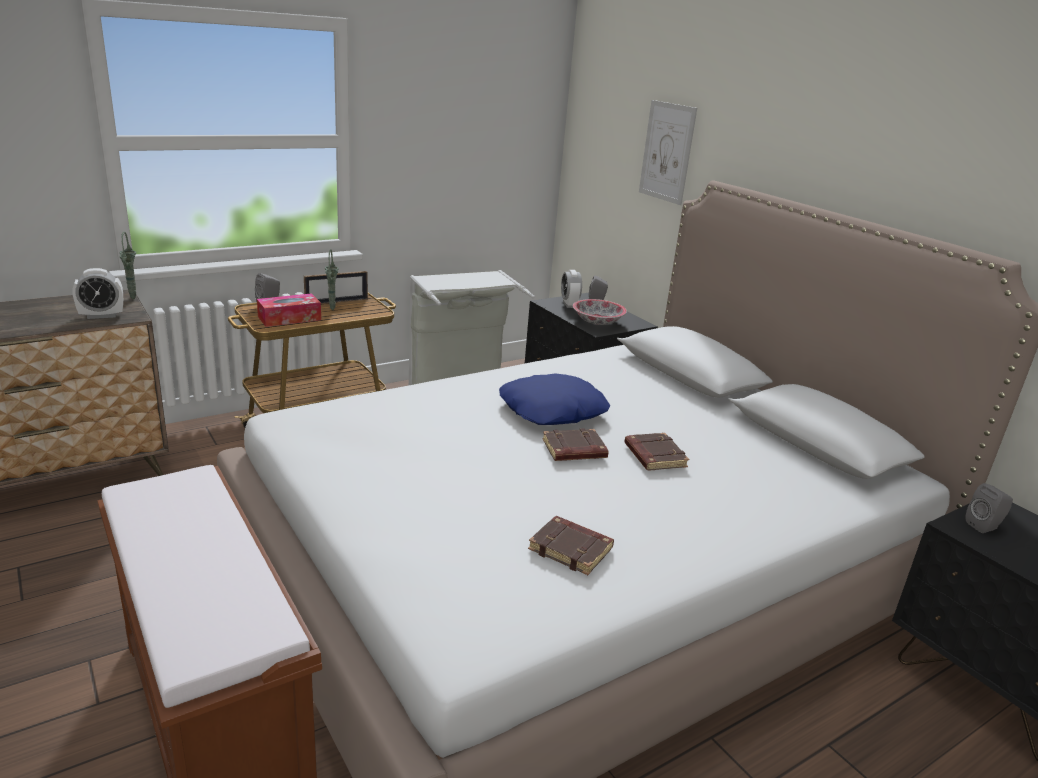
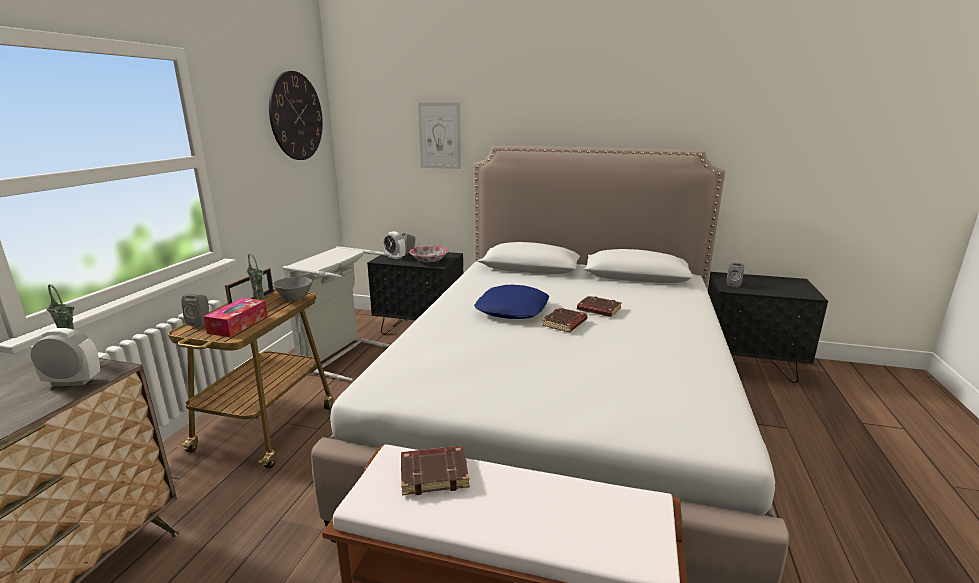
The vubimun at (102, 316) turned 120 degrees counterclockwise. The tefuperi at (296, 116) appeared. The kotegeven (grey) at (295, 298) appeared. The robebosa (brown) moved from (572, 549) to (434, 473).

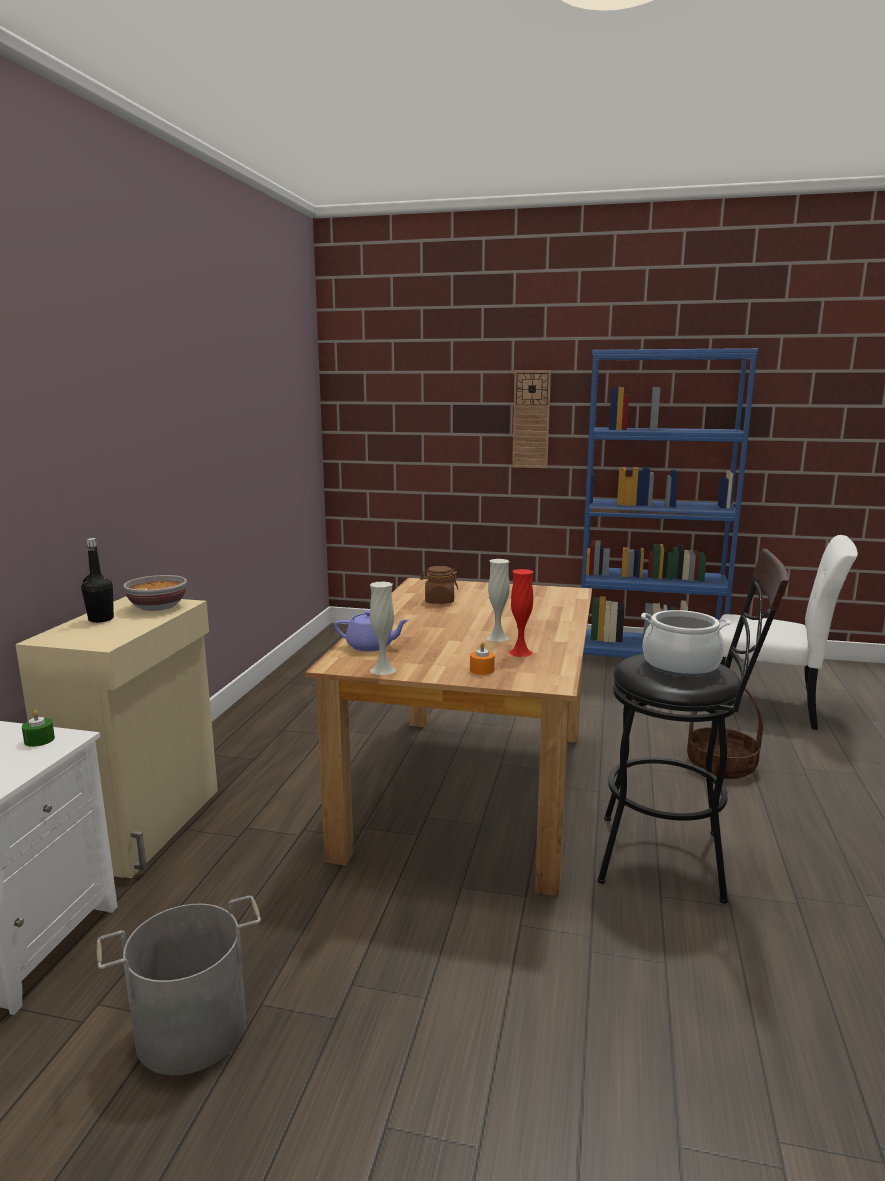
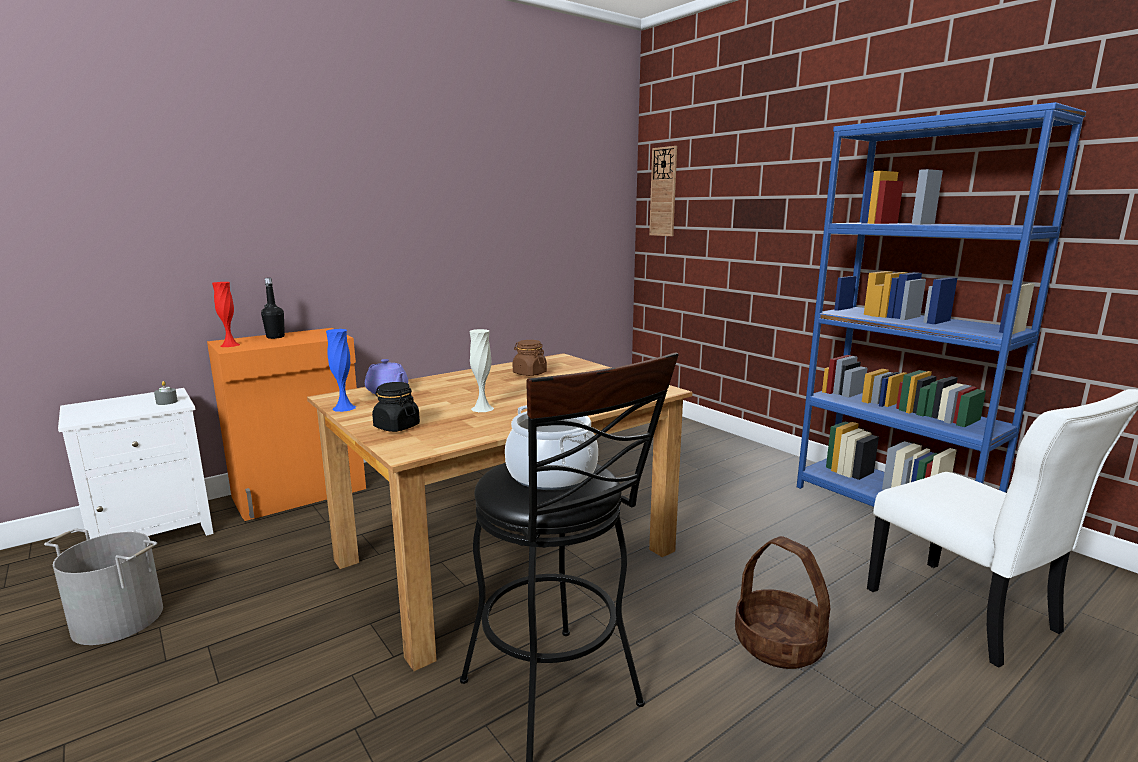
The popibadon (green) at (39, 740) became the popibadon (grey) at (167, 402). The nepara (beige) at (144, 825) became the nepara (orange) at (301, 493). The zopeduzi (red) moved from (520, 652) to (230, 345). The zopeduzi (white) at (383, 670) became the zopeduzi (blue) at (344, 408). The popibadon (orange) at (482, 670) was replaced by the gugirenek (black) at (396, 427). The tefuperi moved from (531, 419) to (663, 192). The kotegeven at (158, 607) disappeared.

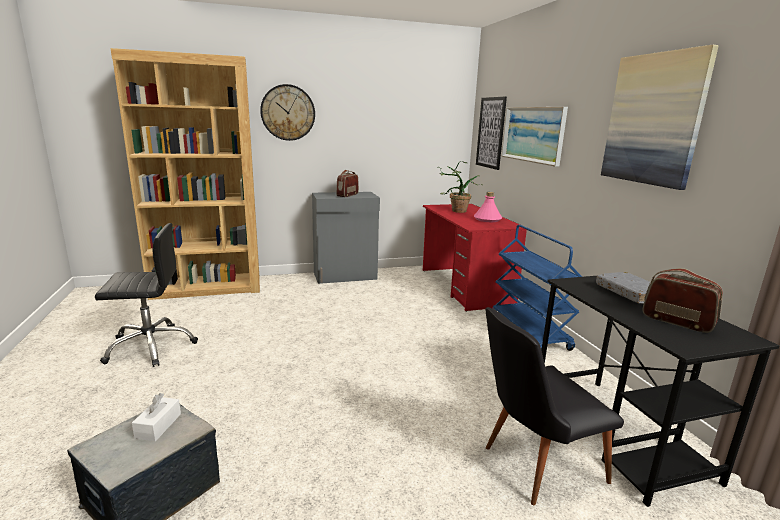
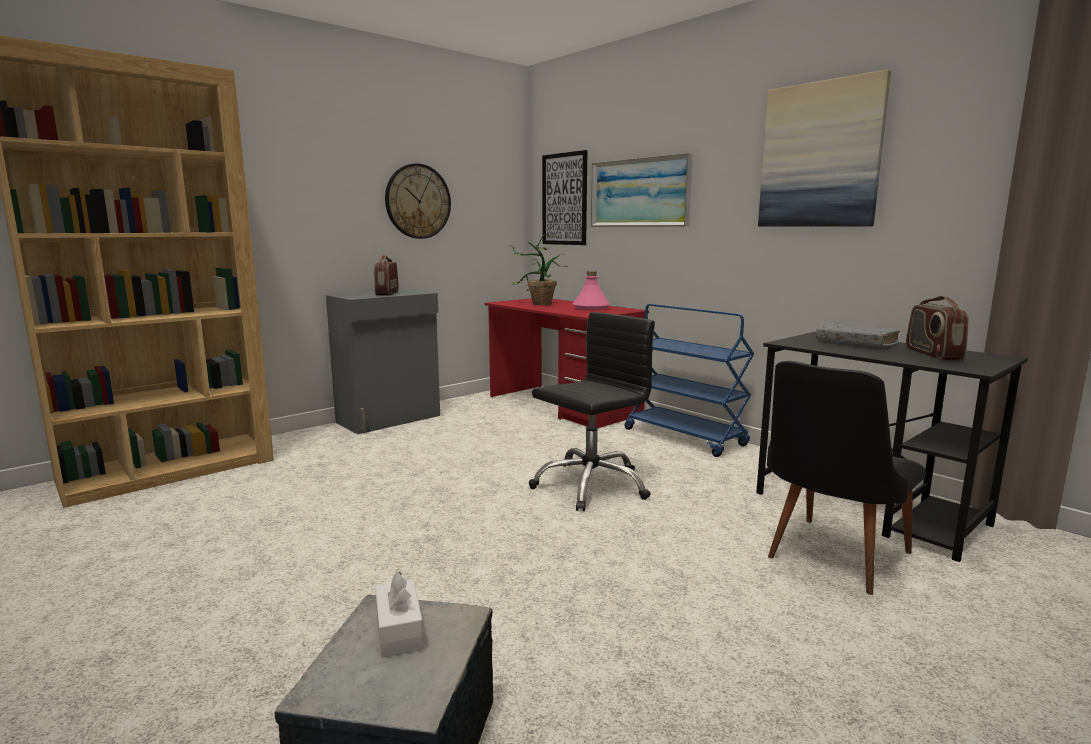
The tefuperi moved from (288, 112) to (418, 201). The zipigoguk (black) moved from (151, 346) to (590, 485). The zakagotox at (677, 321) turned 105 degrees counterclockwise.

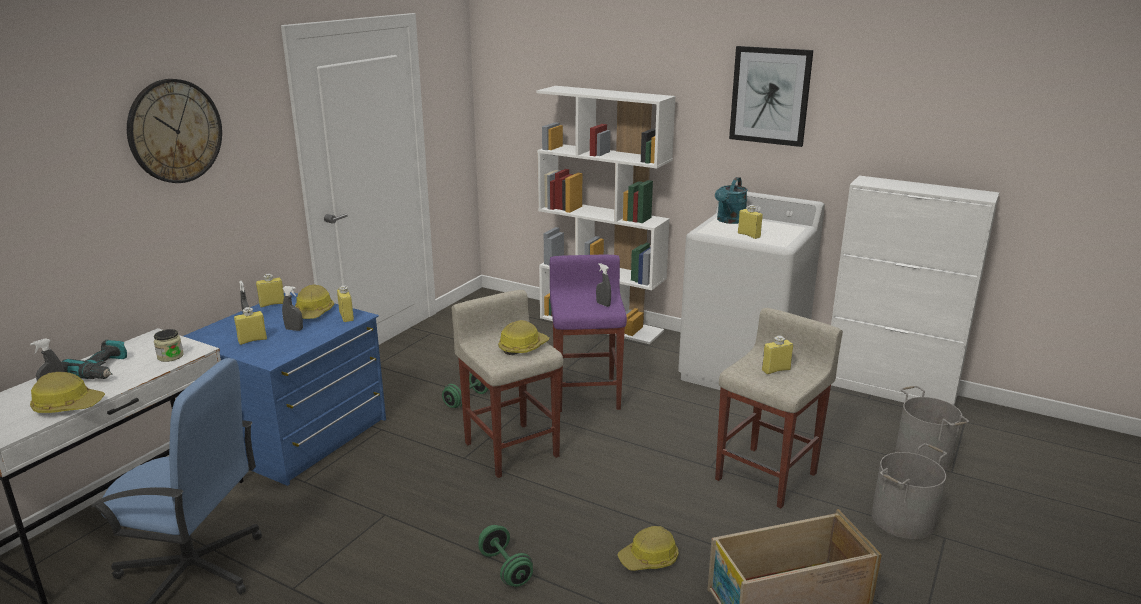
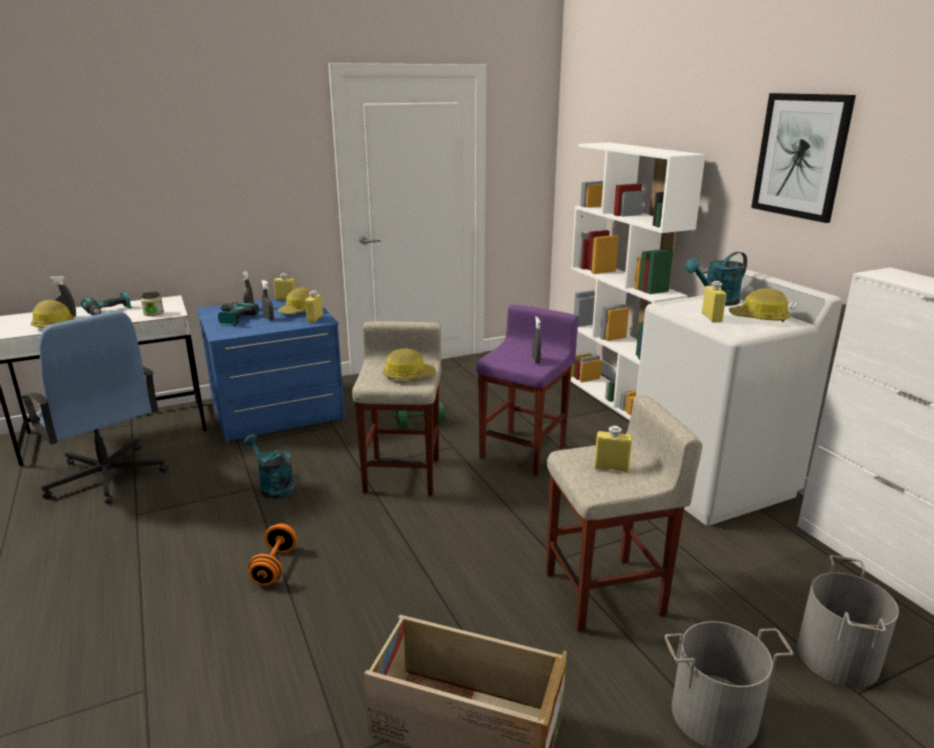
The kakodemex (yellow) at (252, 340) was replaced by the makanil at (233, 319). The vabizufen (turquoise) at (273, 486) appeared. The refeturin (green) at (505, 568) became the refeturin (orange) at (274, 567). The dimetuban moved from (649, 559) to (759, 319). The tefuperi at (175, 131) disappeared.

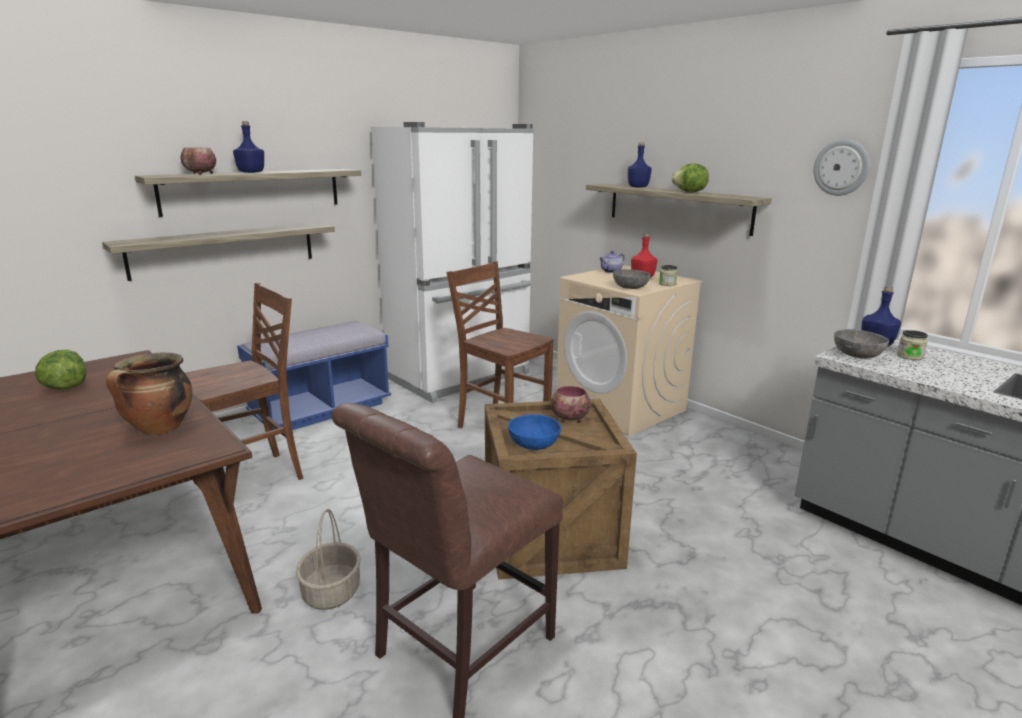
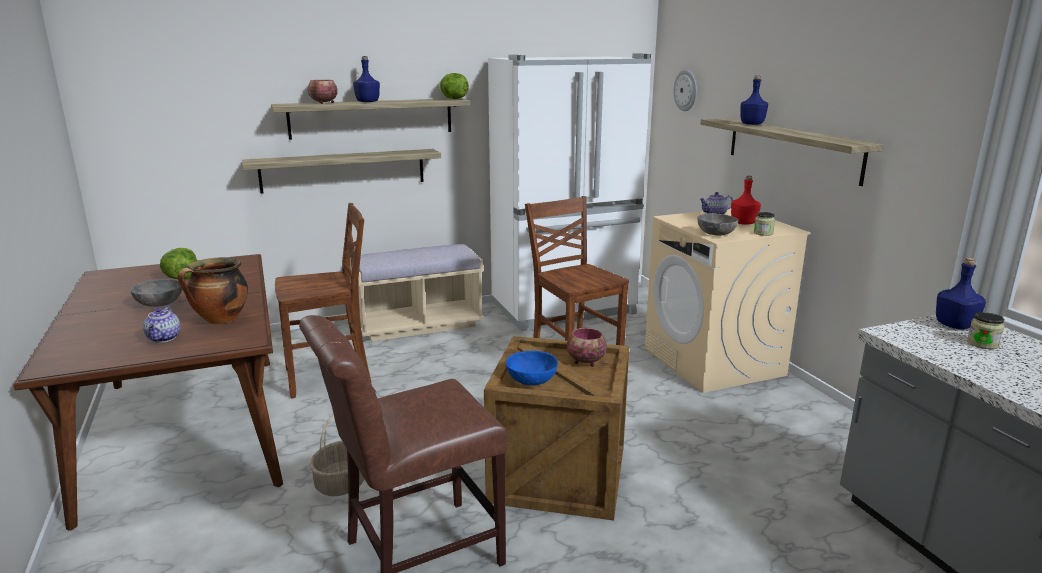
The kotegeven (grey) moved from (857, 355) to (159, 303). The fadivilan at (165, 338) appeared. The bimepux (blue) at (321, 410) became the bimepux (beige) at (419, 325). The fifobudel moved from (690, 192) to (453, 99). The tefuperi moved from (841, 167) to (686, 90).

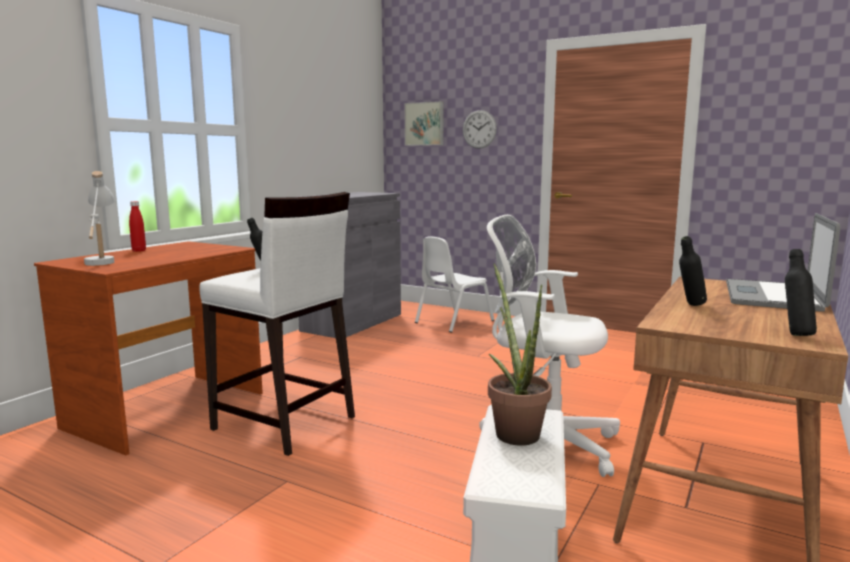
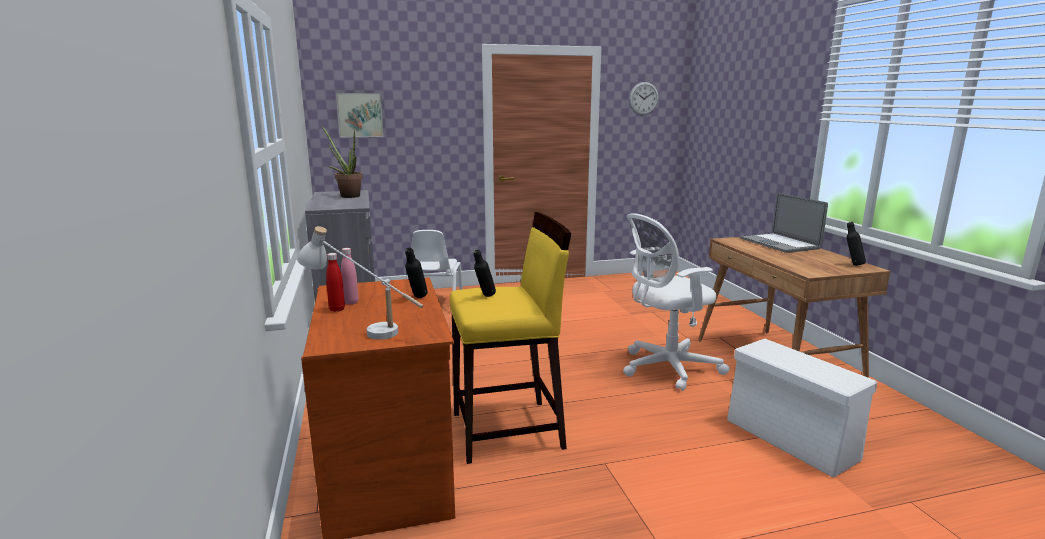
The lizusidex moved from (513, 431) to (347, 196). The kakodemex (pink) at (351, 302) appeared. The kakodemex (black) moved from (690, 305) to (417, 298). The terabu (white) at (284, 423) became the terabu (yellow) at (509, 431). The tefuperi moved from (479, 129) to (643, 98).

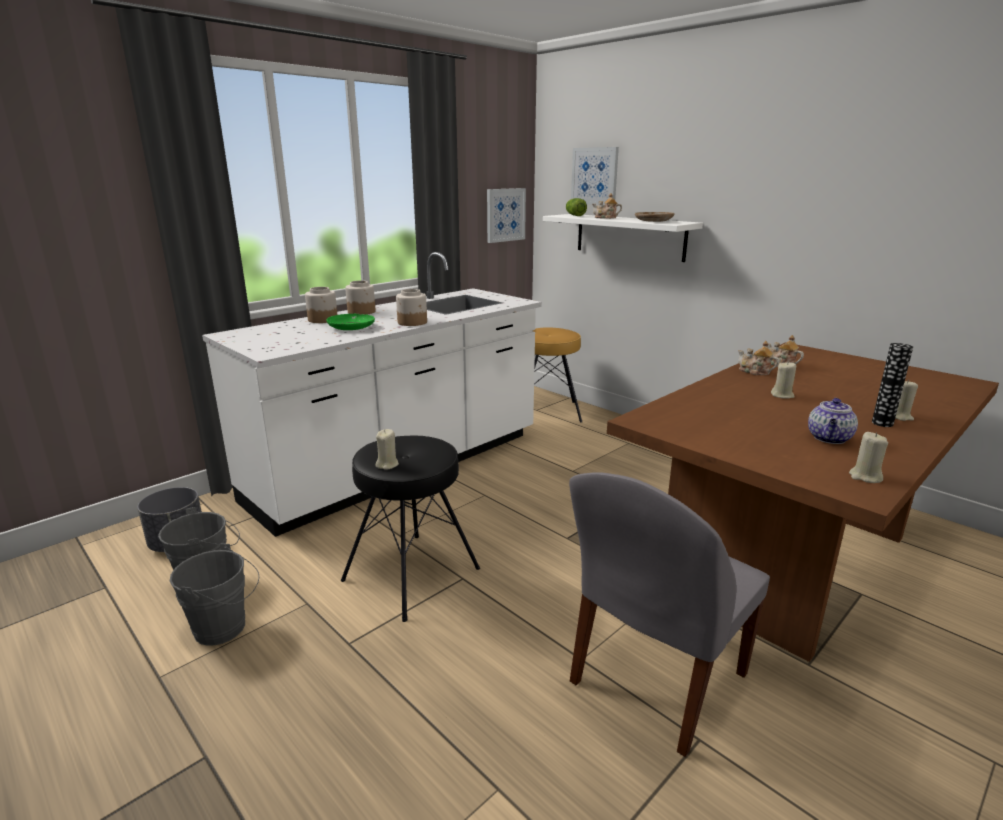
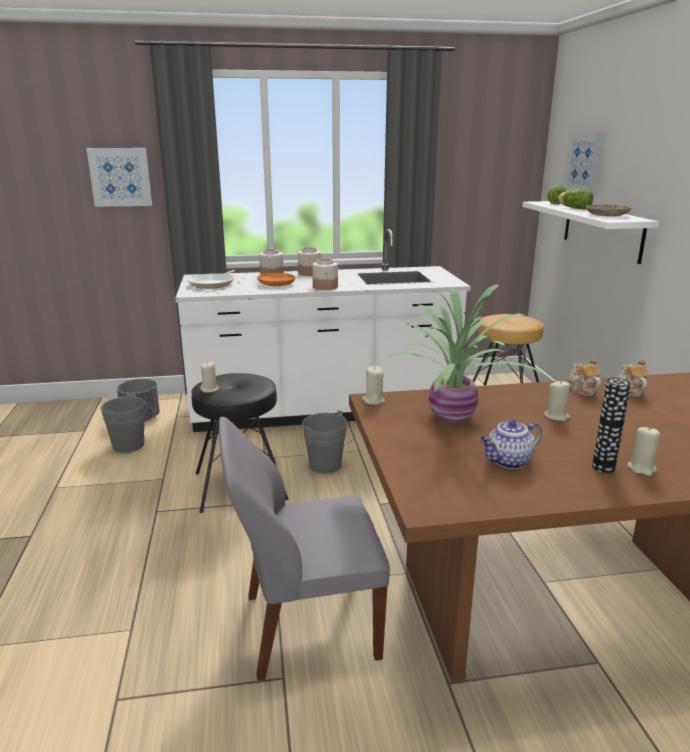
The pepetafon moved from (505, 215) to (120, 177). The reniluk at (213, 283) appeared. The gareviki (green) at (351, 327) became the gareviki (orange) at (276, 284). The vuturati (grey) moved from (225, 629) to (328, 466). The popibadon (beige) moved from (865, 477) to (373, 400). The lizusidex at (454, 417) appeared. The fadivilan at (606, 218) was replaced by the fifobudel at (573, 208).

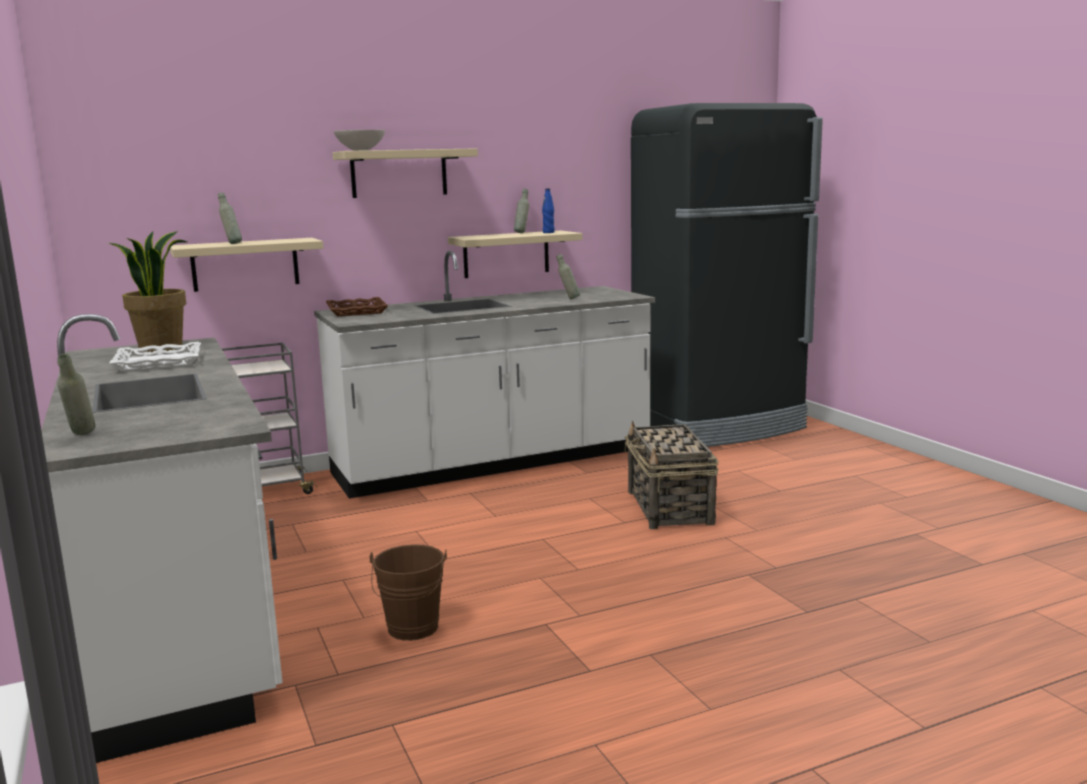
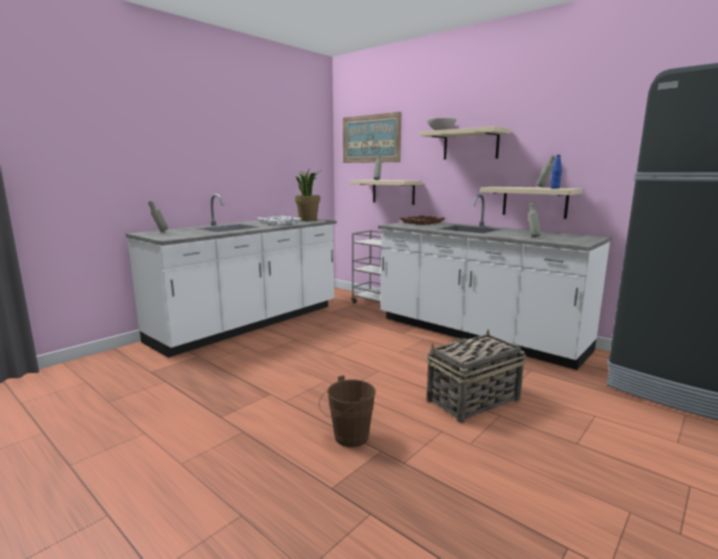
The vuturati (brown) moved from (412, 631) to (347, 438). The pepetafon at (370, 139) appeared.

